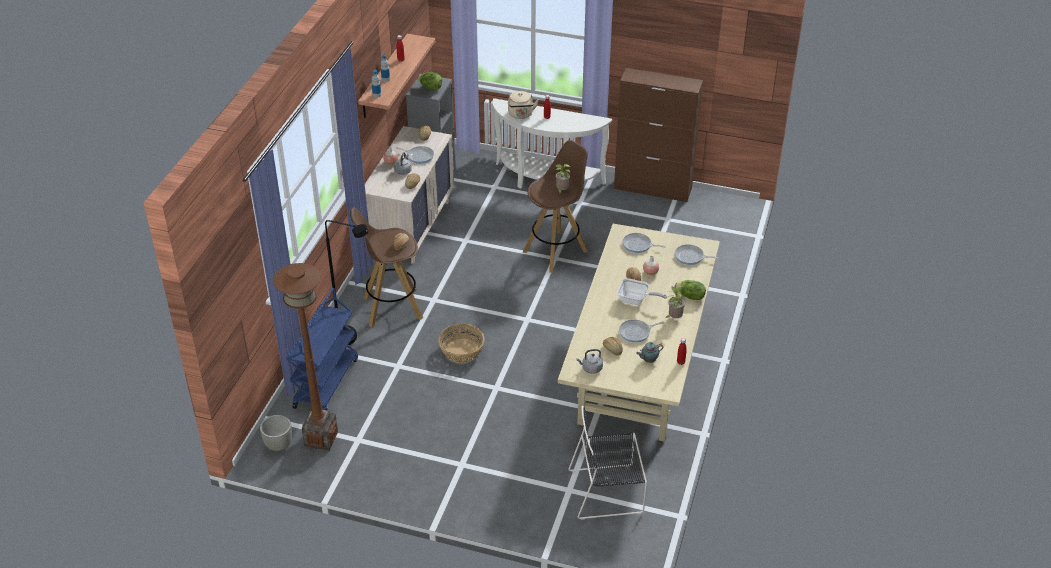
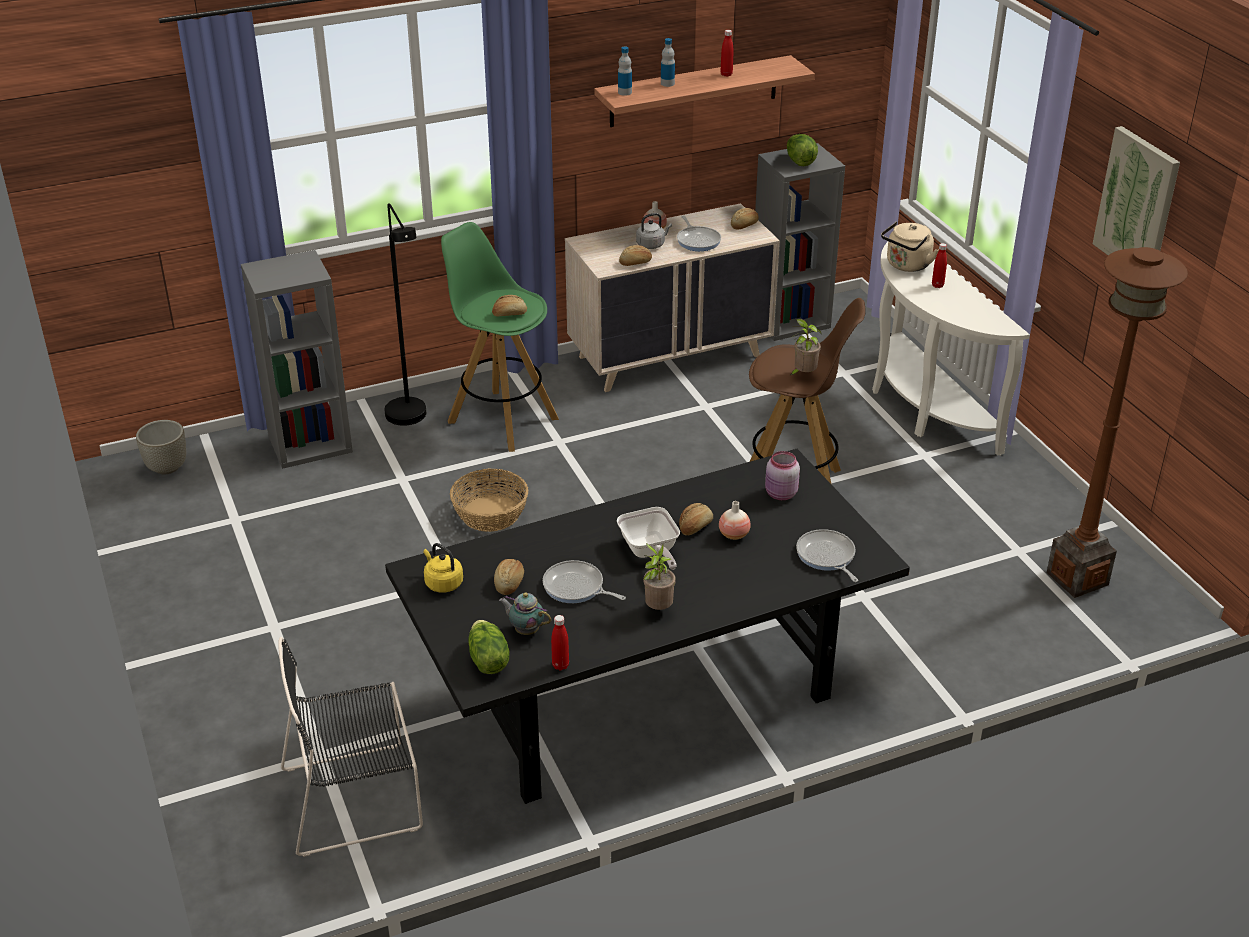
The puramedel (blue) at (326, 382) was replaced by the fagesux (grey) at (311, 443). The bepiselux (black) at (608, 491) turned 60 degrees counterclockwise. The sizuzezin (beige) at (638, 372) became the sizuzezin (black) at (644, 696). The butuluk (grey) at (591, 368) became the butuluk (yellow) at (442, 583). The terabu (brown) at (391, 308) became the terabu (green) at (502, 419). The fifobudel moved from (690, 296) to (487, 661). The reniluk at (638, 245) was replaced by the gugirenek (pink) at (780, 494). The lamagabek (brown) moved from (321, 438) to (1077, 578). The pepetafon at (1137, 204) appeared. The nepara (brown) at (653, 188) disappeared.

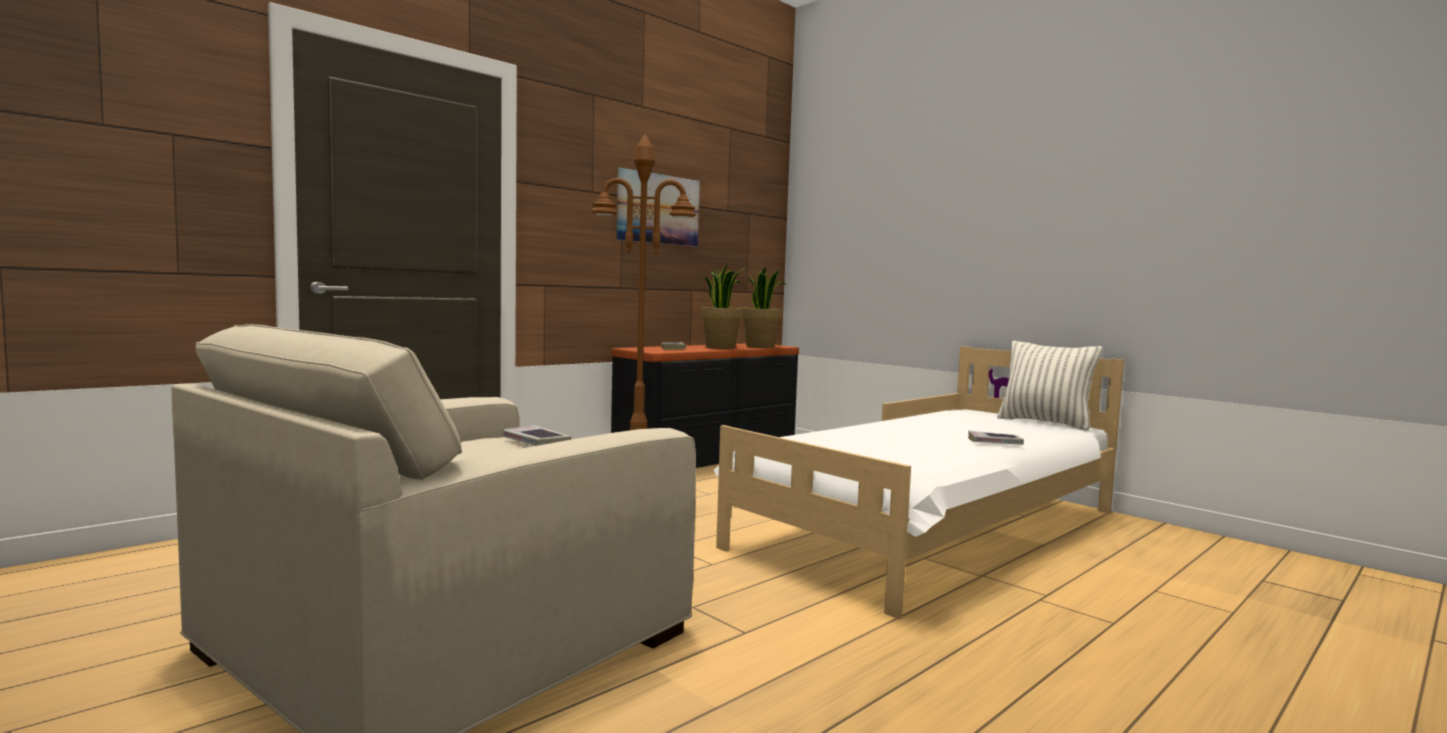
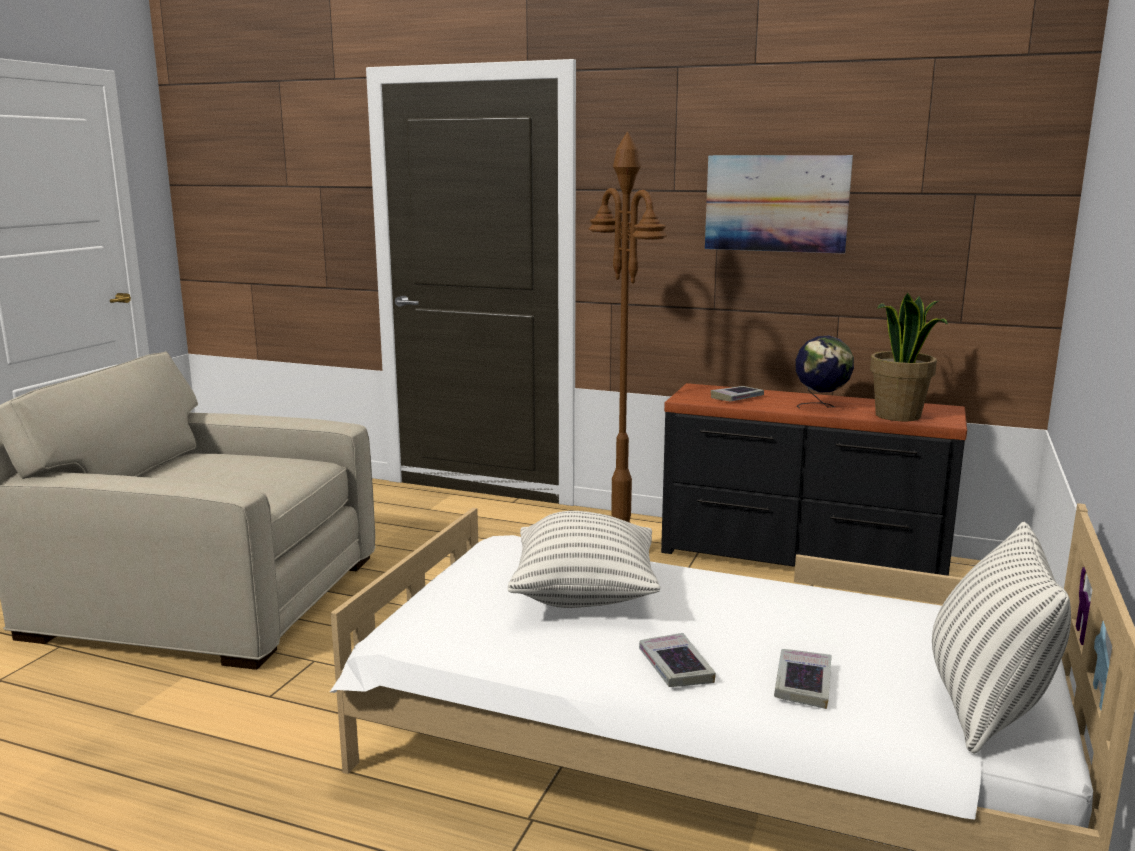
The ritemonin at (584, 595) appeared. The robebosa moved from (536, 442) to (802, 683). The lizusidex at (721, 347) was replaced by the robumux at (821, 406).

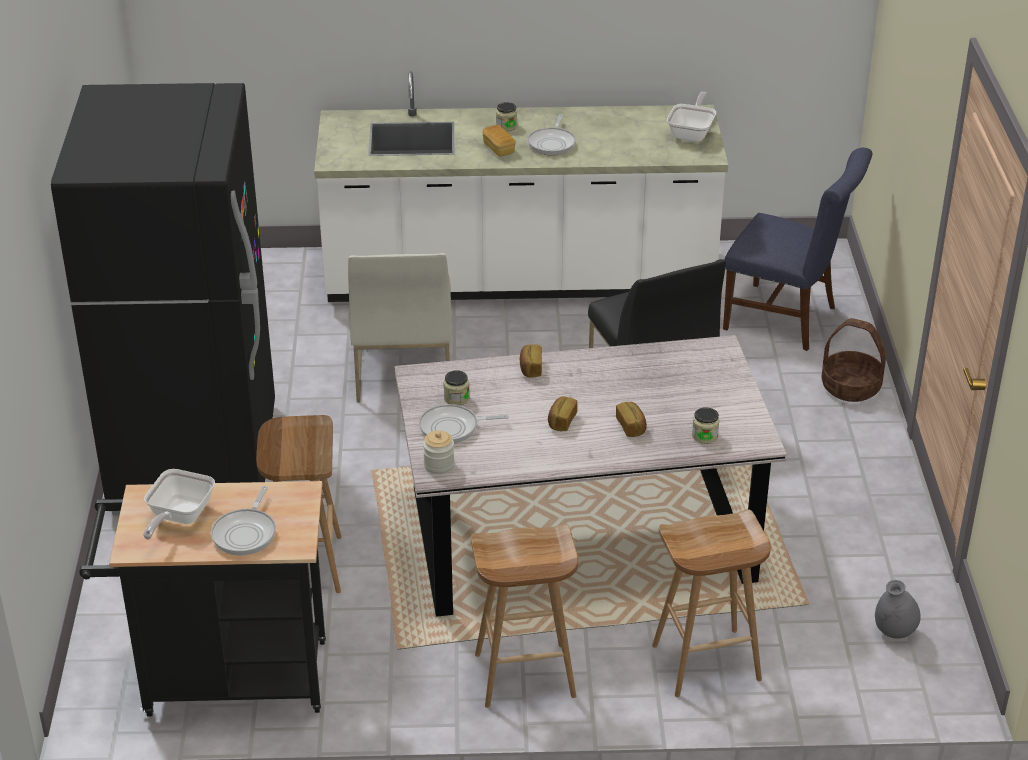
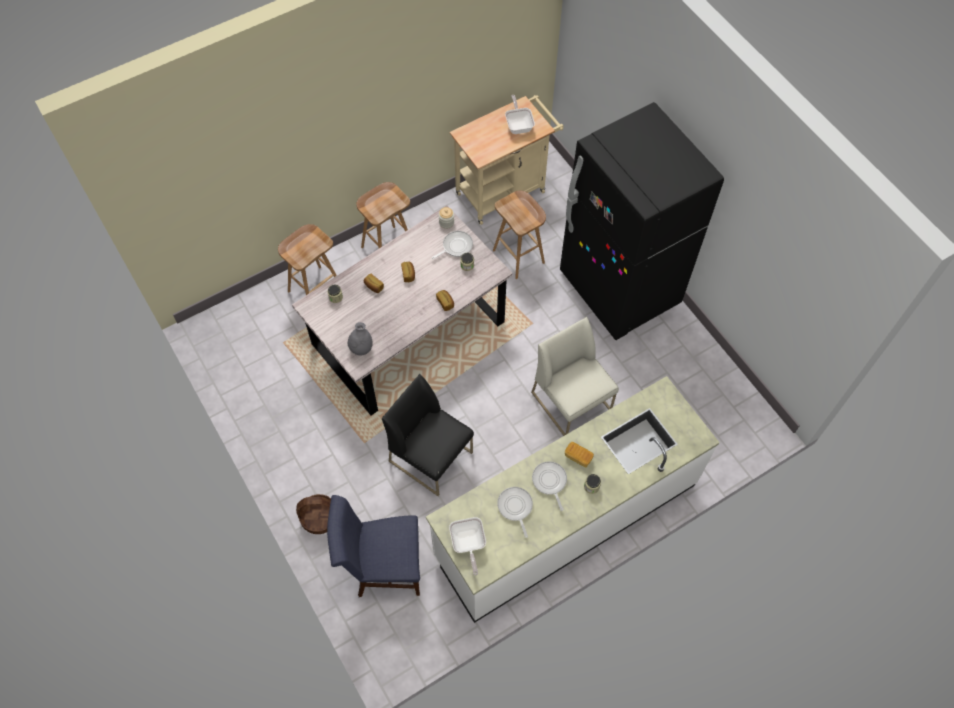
The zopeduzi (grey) moved from (894, 632) to (361, 348). The puramedel (black) at (223, 680) became the puramedel (beige) at (505, 190). The reniluk moved from (246, 533) to (515, 507).

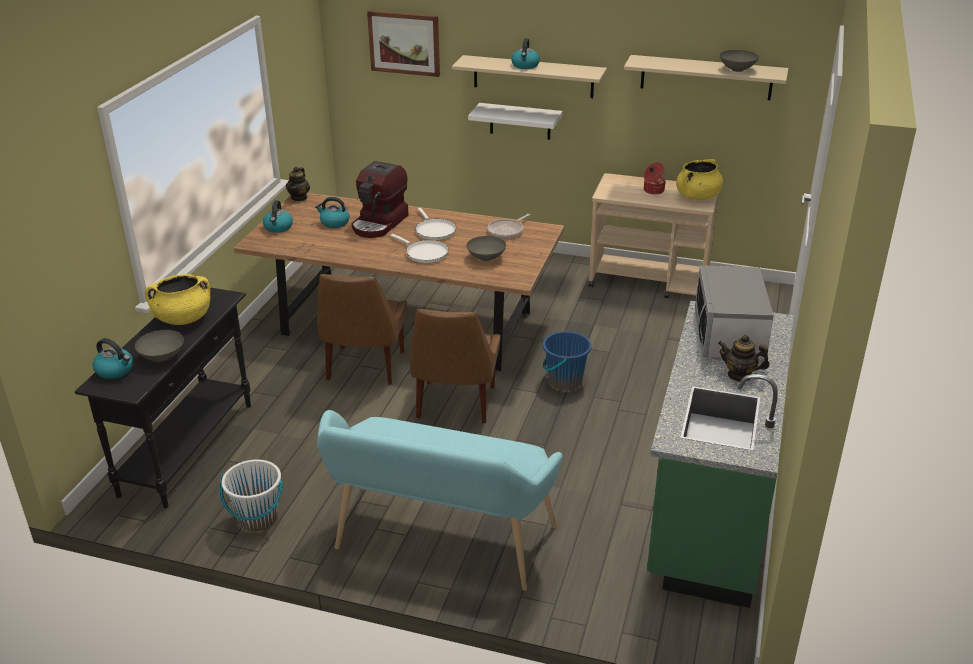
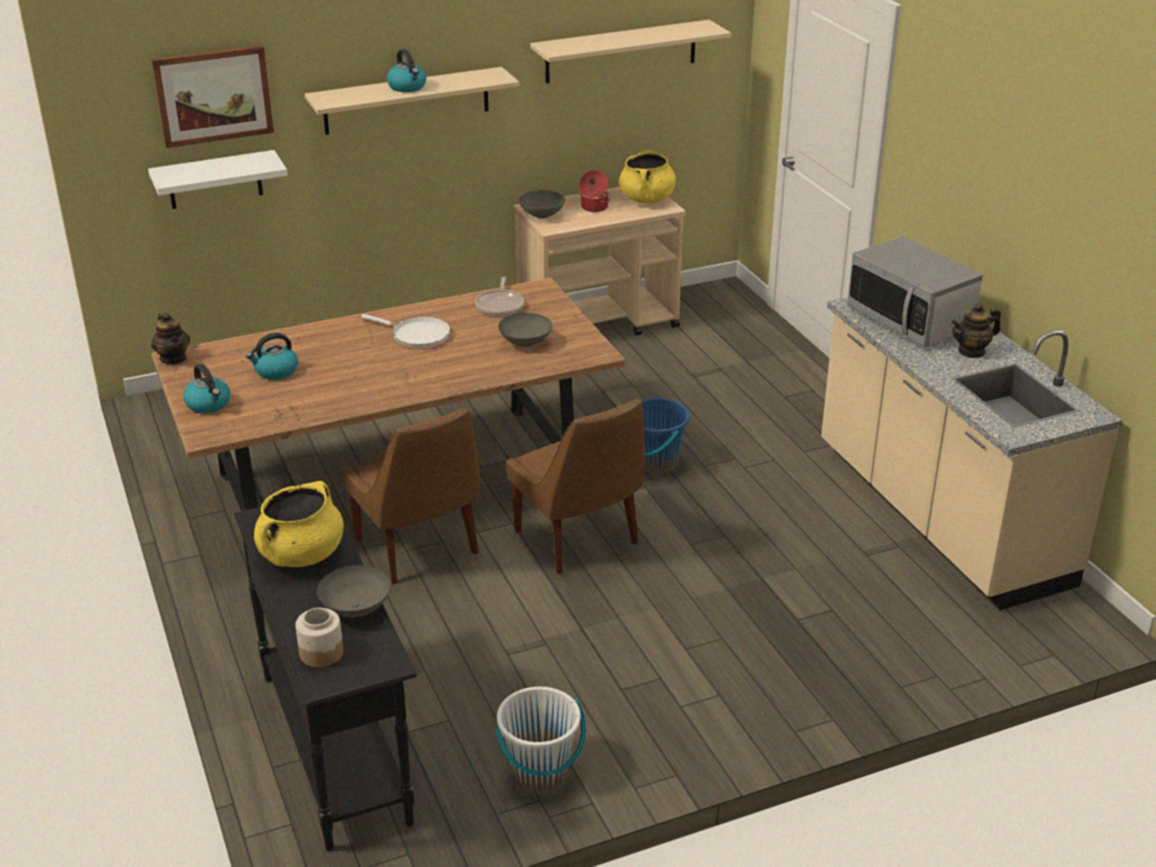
The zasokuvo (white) moved from (520, 121) to (215, 180). The butuluk at (115, 370) was replaced by the gugirenek at (321, 653). The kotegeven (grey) moved from (737, 70) to (542, 215). The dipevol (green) at (709, 506) became the dipevol (beige) at (938, 517). The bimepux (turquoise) at (439, 544) disappeared. The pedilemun at (380, 223) disappeared. The reniluk (white) at (424, 253) disappeared.

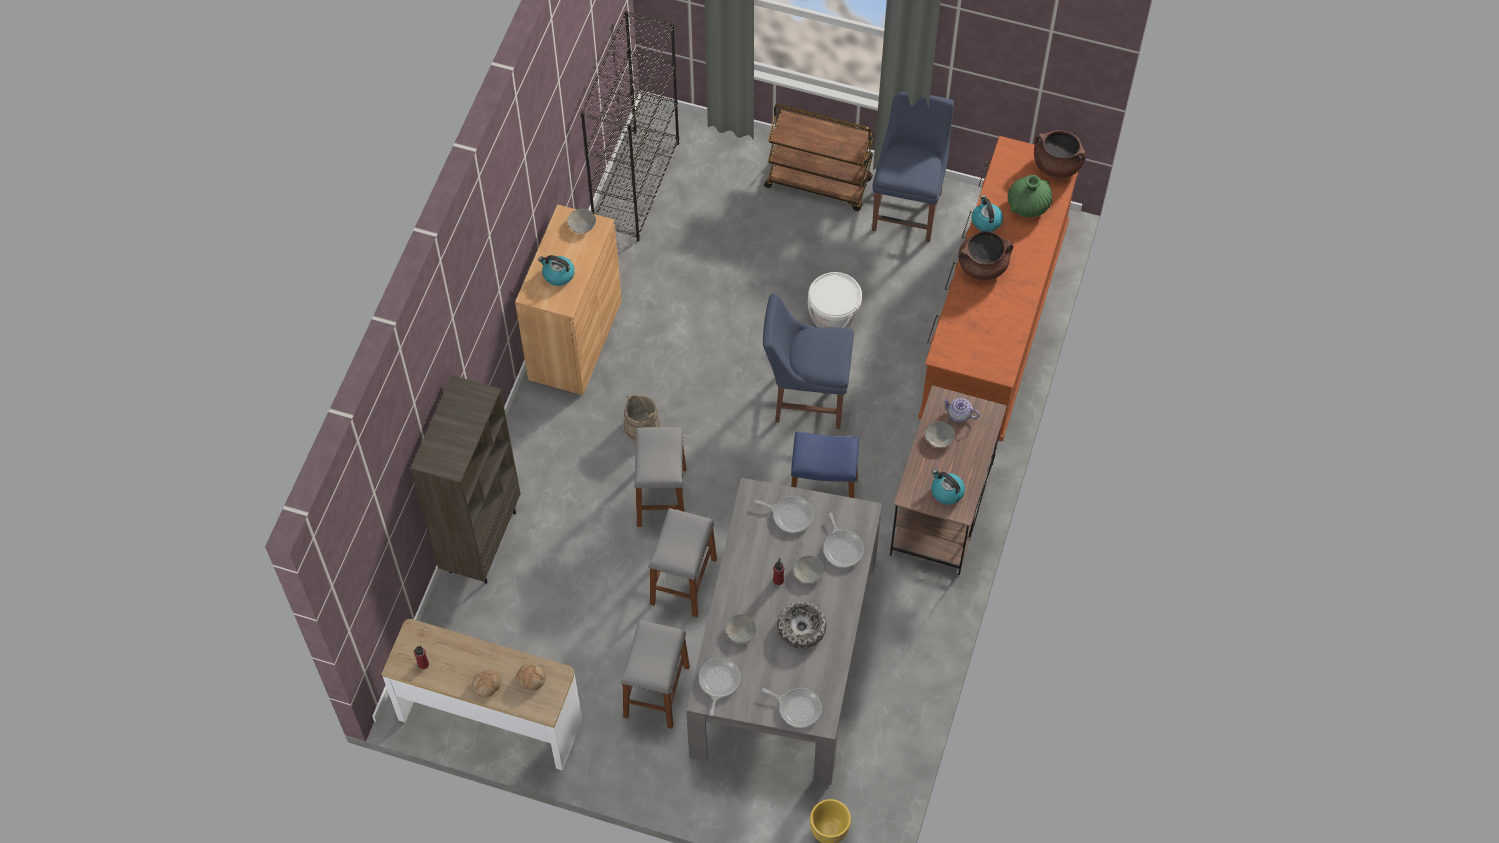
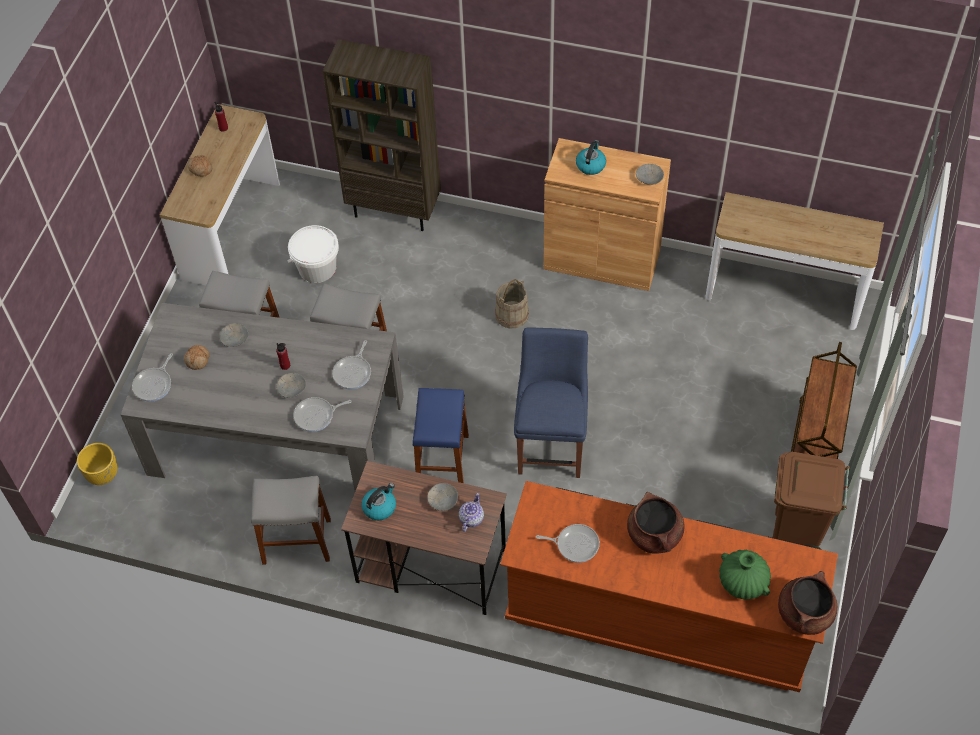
The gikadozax moved from (531, 678) to (198, 360). The terabu (grey) moved from (661, 497) to (296, 541). The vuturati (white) moved from (833, 316) to (317, 268). The reniluk moved from (718, 682) to (575, 544). The fagesux (black) at (636, 185) was replaced by the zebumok at (784, 294). The bepiselux (blue) at (908, 208) was replaced by the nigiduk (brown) at (796, 532). The kotegeven at (801, 628) disappeared. The butuluk at (986, 221) disappeared.

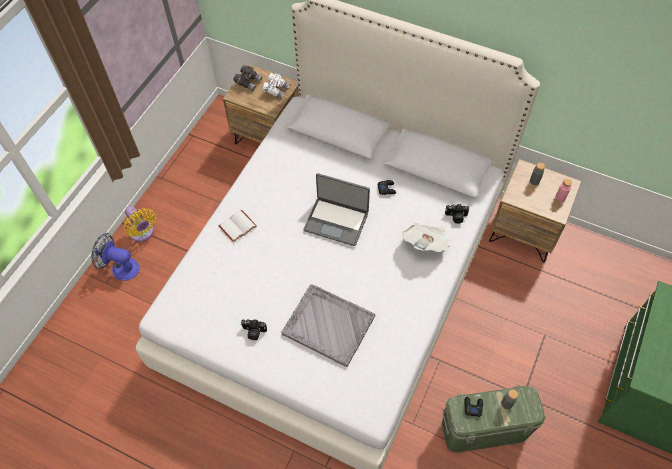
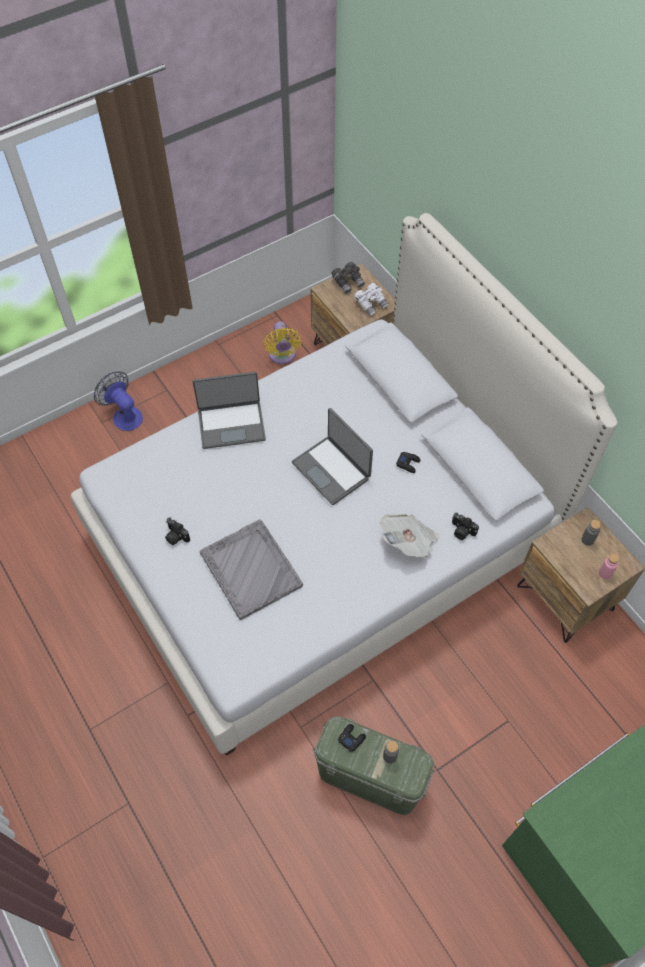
The robebosa (white) at (237, 225) was replaced by the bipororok at (231, 424). The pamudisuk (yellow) moved from (143, 233) to (282, 356).

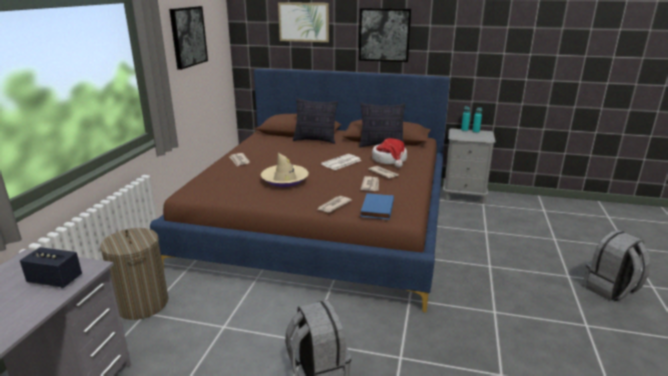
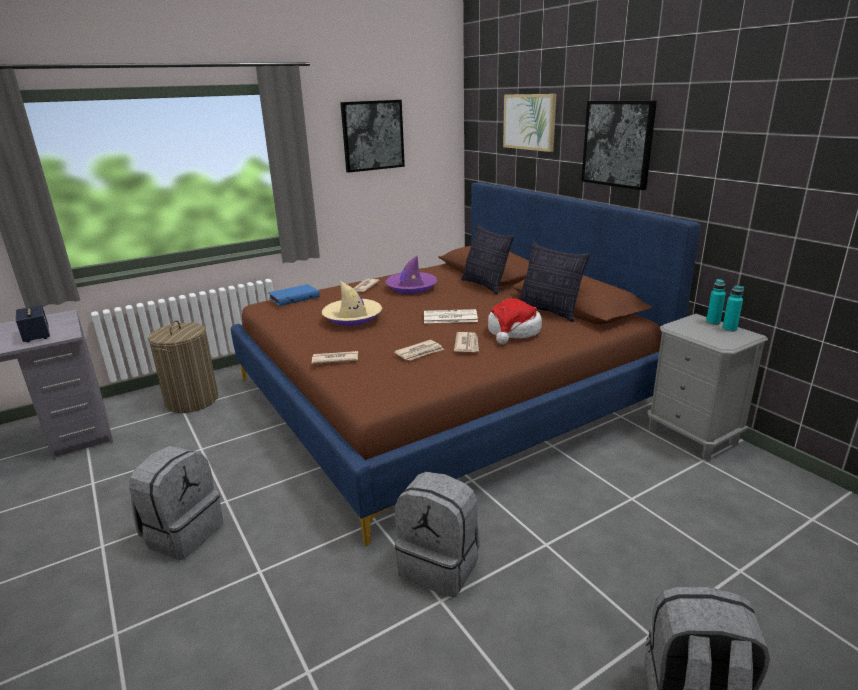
The robebosa (blue) moved from (376, 208) to (294, 297). The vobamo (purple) at (411, 287) appeared. The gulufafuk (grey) at (440, 565) appeared.

